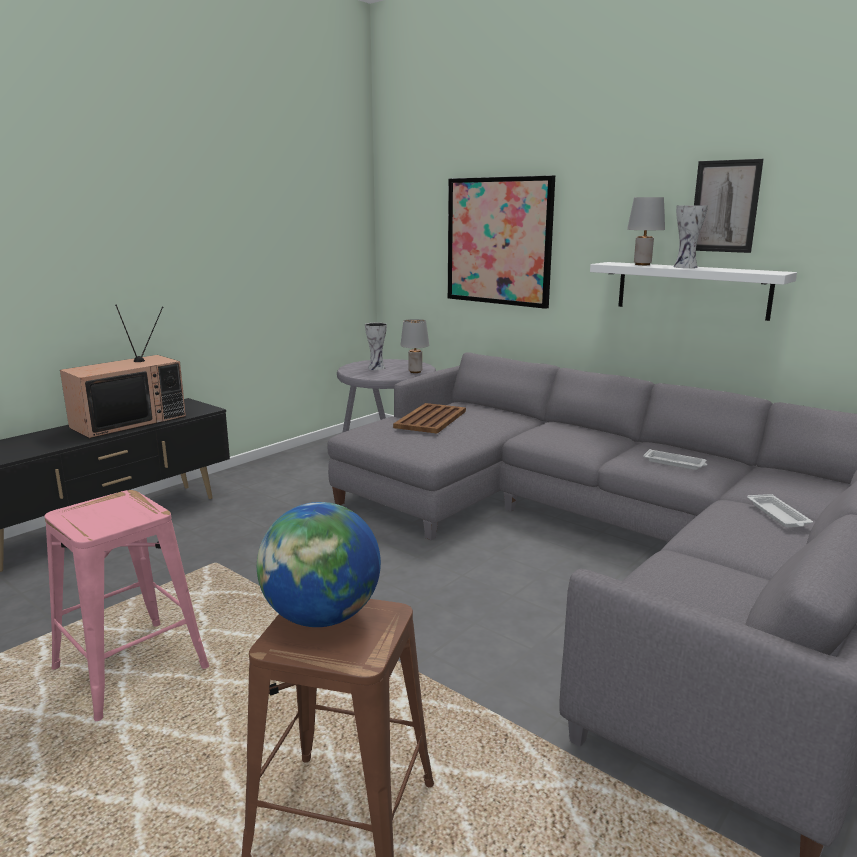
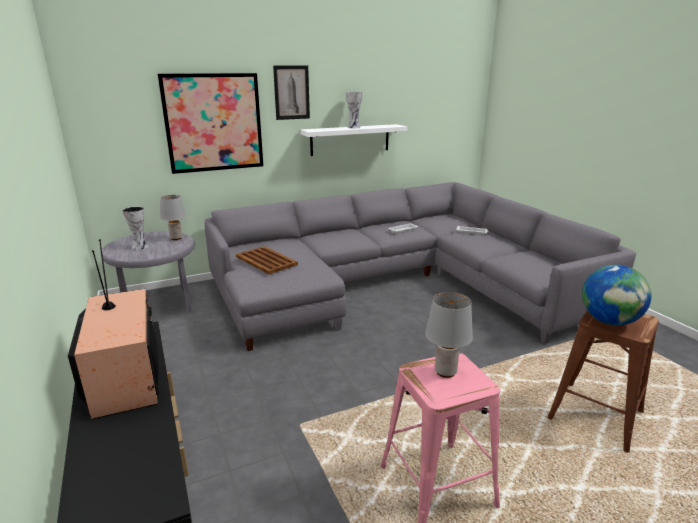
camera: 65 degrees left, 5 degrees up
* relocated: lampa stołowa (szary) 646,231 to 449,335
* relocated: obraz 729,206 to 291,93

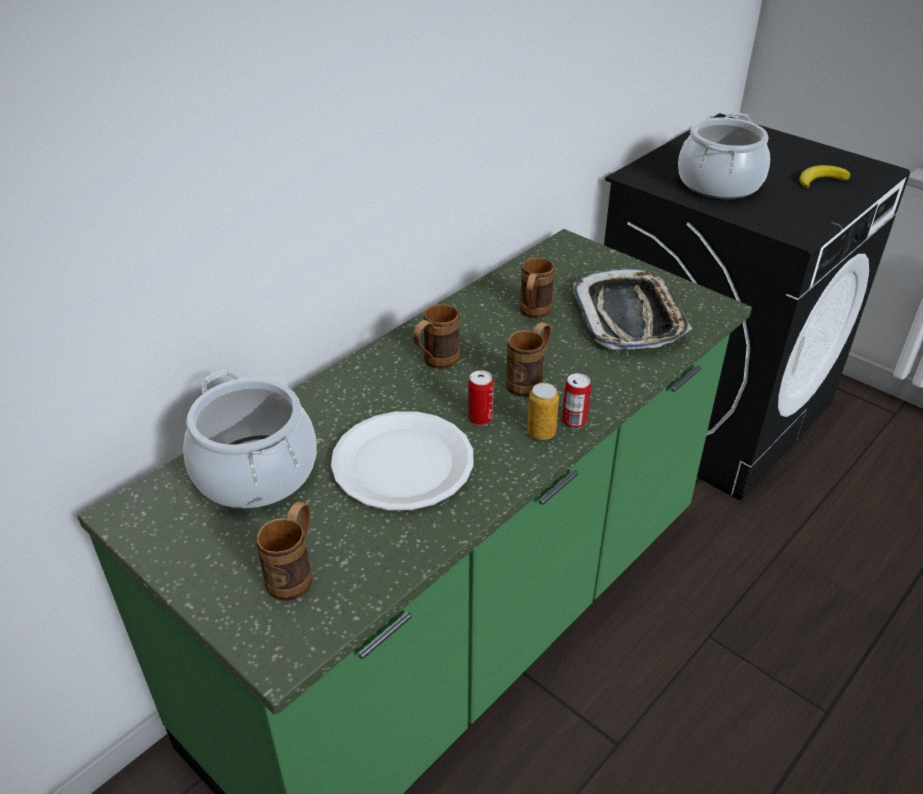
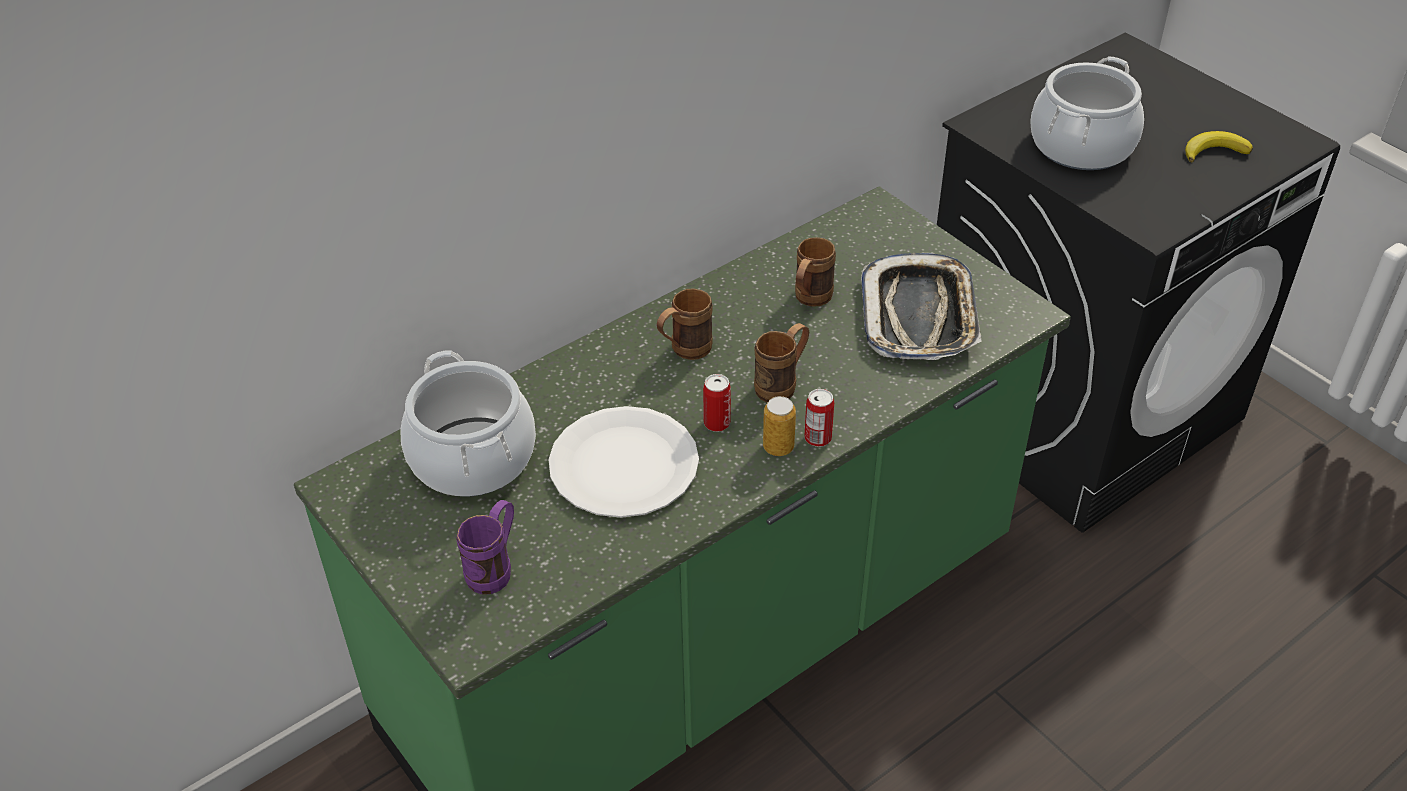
camera: 10 degrees right, 5 degrees up
* colour: kubek (brązowy) 284,551 to kubek (fioletowy) 485,547

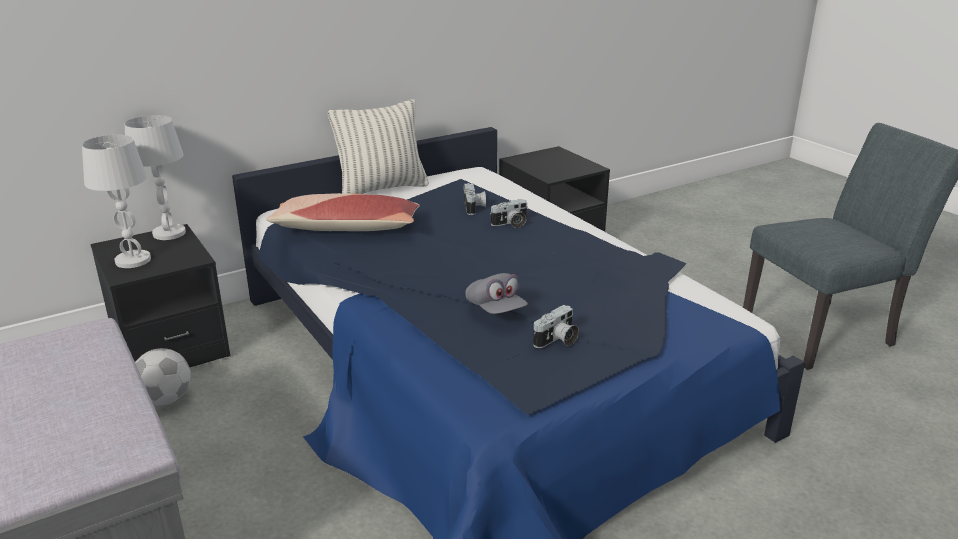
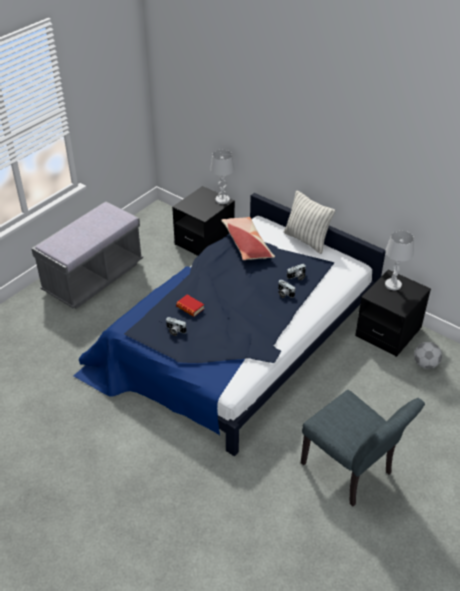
camera: 70 degrees right, 15 degrees up
* relocated: lampa stołowa (biały) 116,201 to 399,260
* relocated: piłka futbolowa 163,377 to 428,355
* exchanged: czapka z daszkiem (szary) 496,293 to książka 190,306

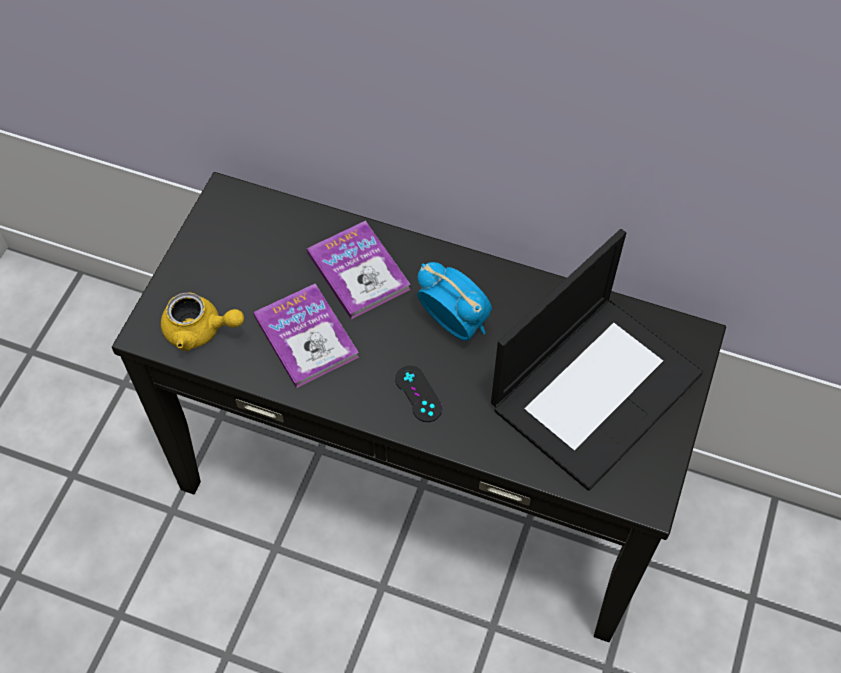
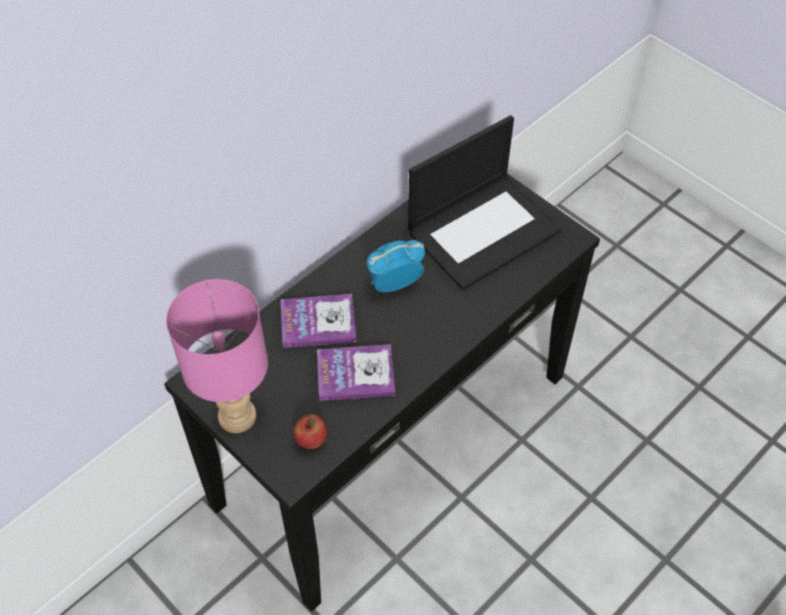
camera: 65 degrees left, 5 degrees down
* missing: pad do gier (czarny) 418,394
* appeared: lampa stołowa (różowy) 217,356
* exchanged: imbryk (żółty) 202,321 to jabłko 310,431
* spun: laptop 597,360 = 485,202 75 degrees clockwise

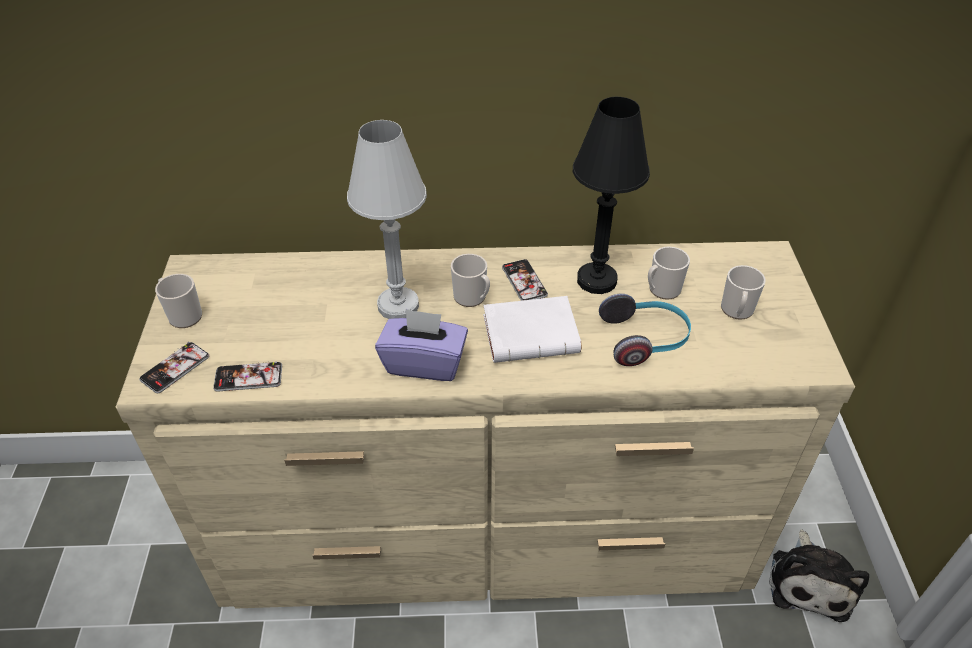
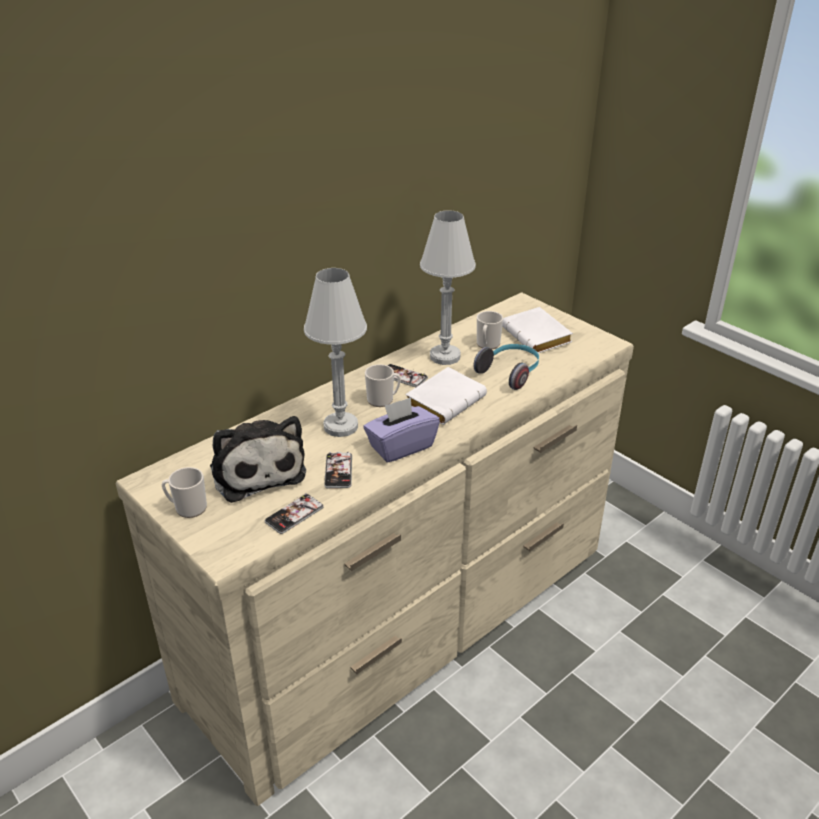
camera: 40 degrees left, 10 degrees down
* relocated: telefon 174,367 to 338,470
* relocated: pluszak 819,575 to 258,459
* exchanged: kubek 743,292 to książka (biały) 537,330
* colour: lampa stołowa (czarny) 611,195 to lampa stołowa (biały) 448,287

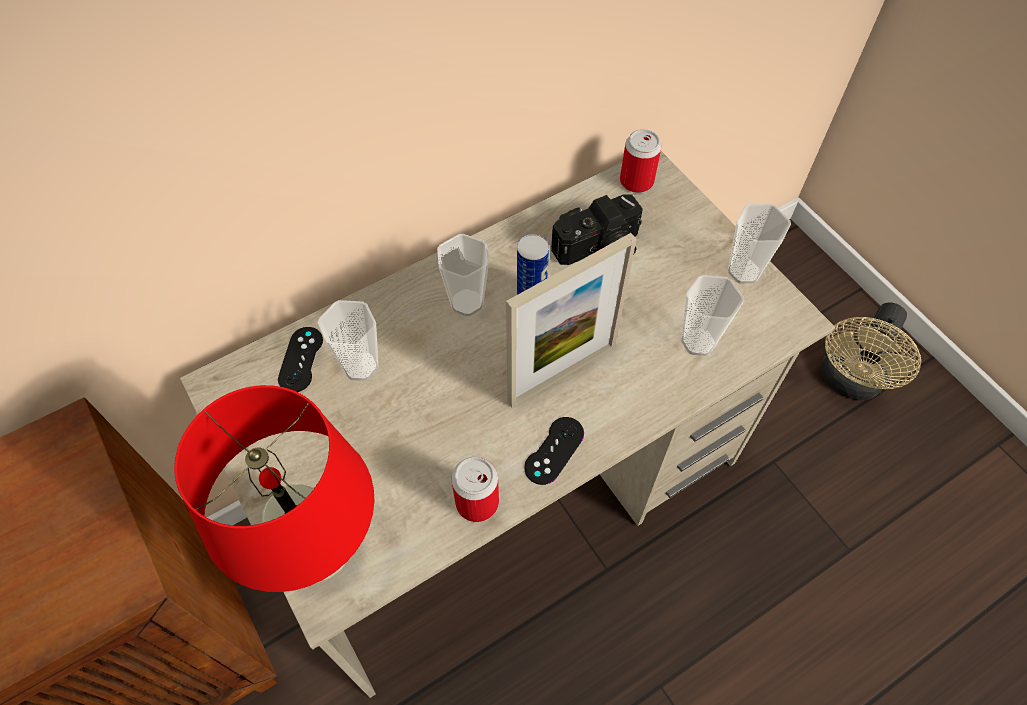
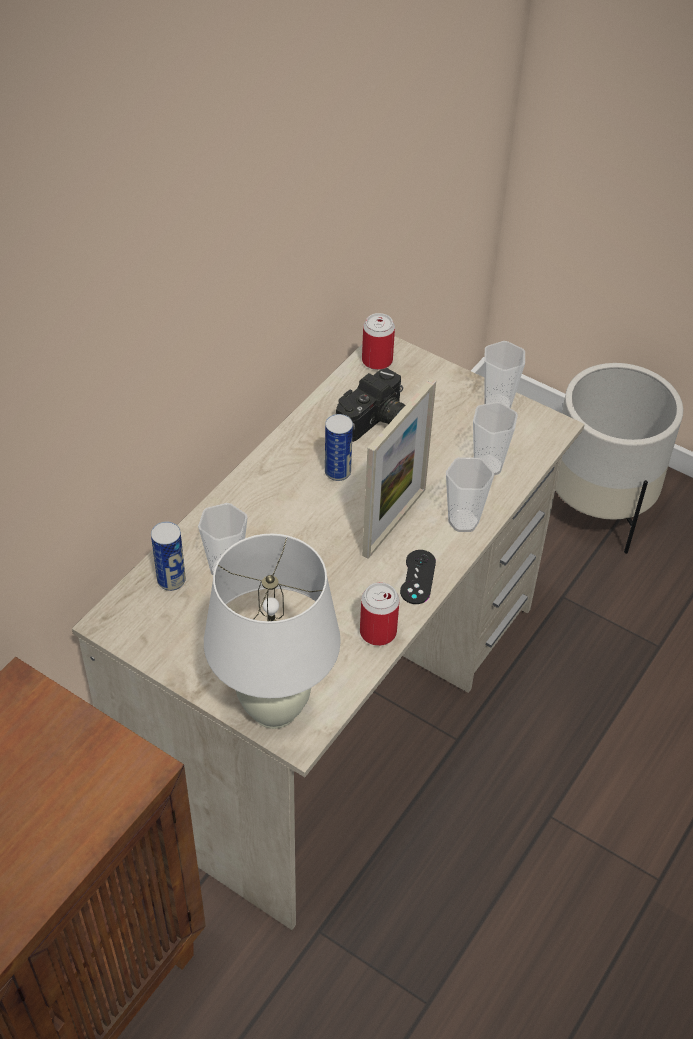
camera: 25 degrees left, 10 degrees down
* relocated: filiżanka 463,275 to 470,494
* exchanged: pad do gier (czarny) 300,359 to puszka 168,556
* exchanged: wentylator (beżowy) 871,351 to donica (biały) 619,458
* colour: lampa stołowa (czerwony) 274,488 to lampa stołowa (biały) 272,631

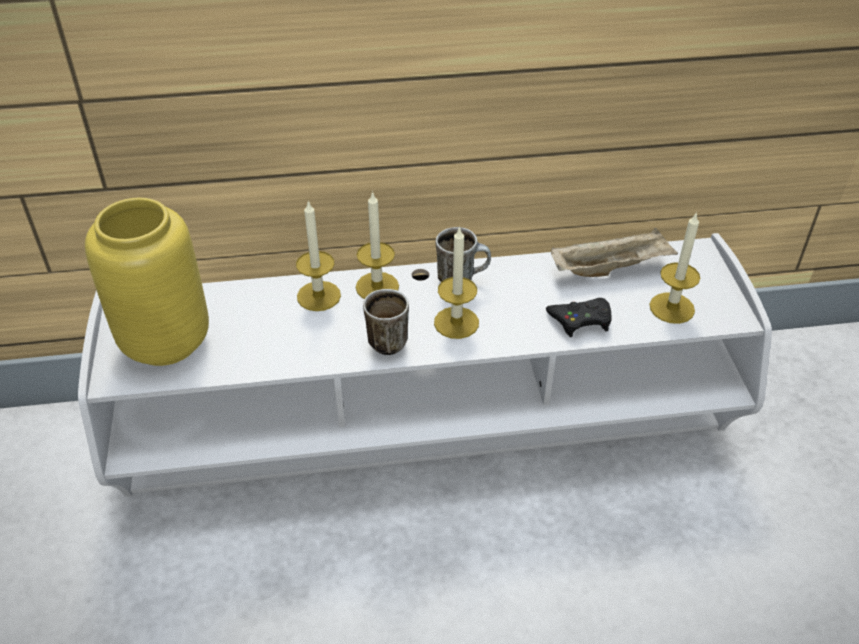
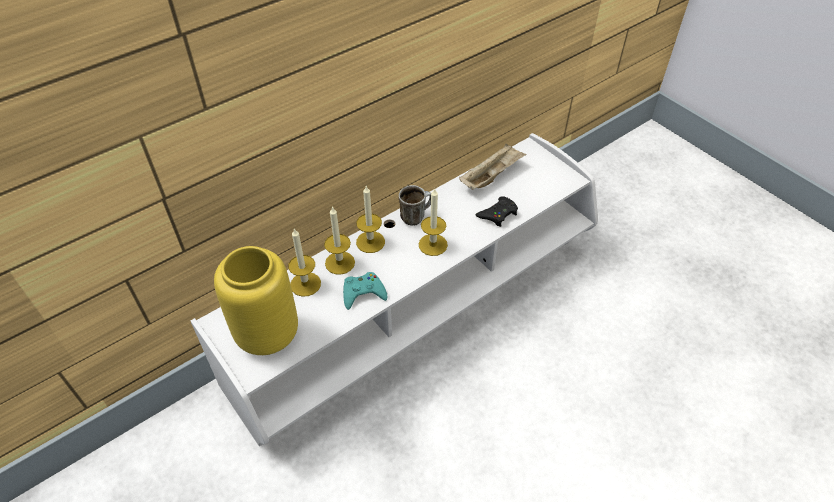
camera: 30 degrees left, 5 degrees up
* missing: kubek 386,322
* appeared: pad do gier (turkusowy) 365,291
* relocated: świeca 675,268 to 304,262

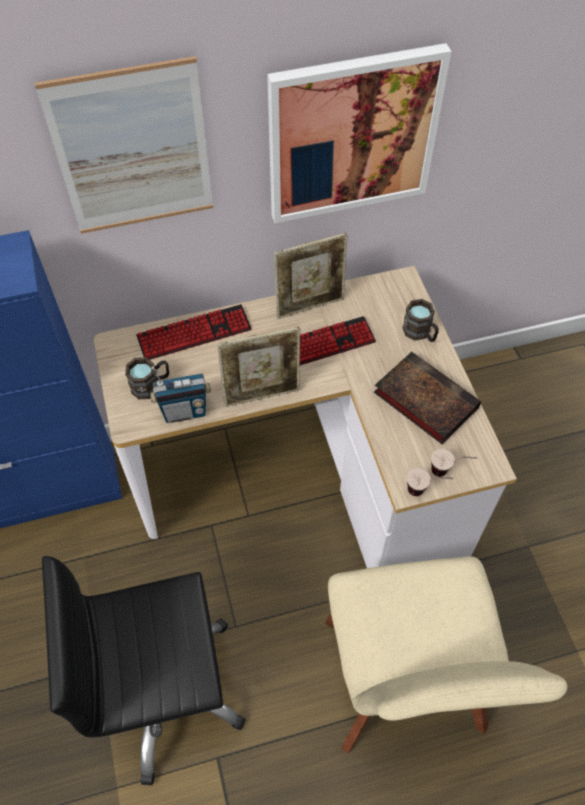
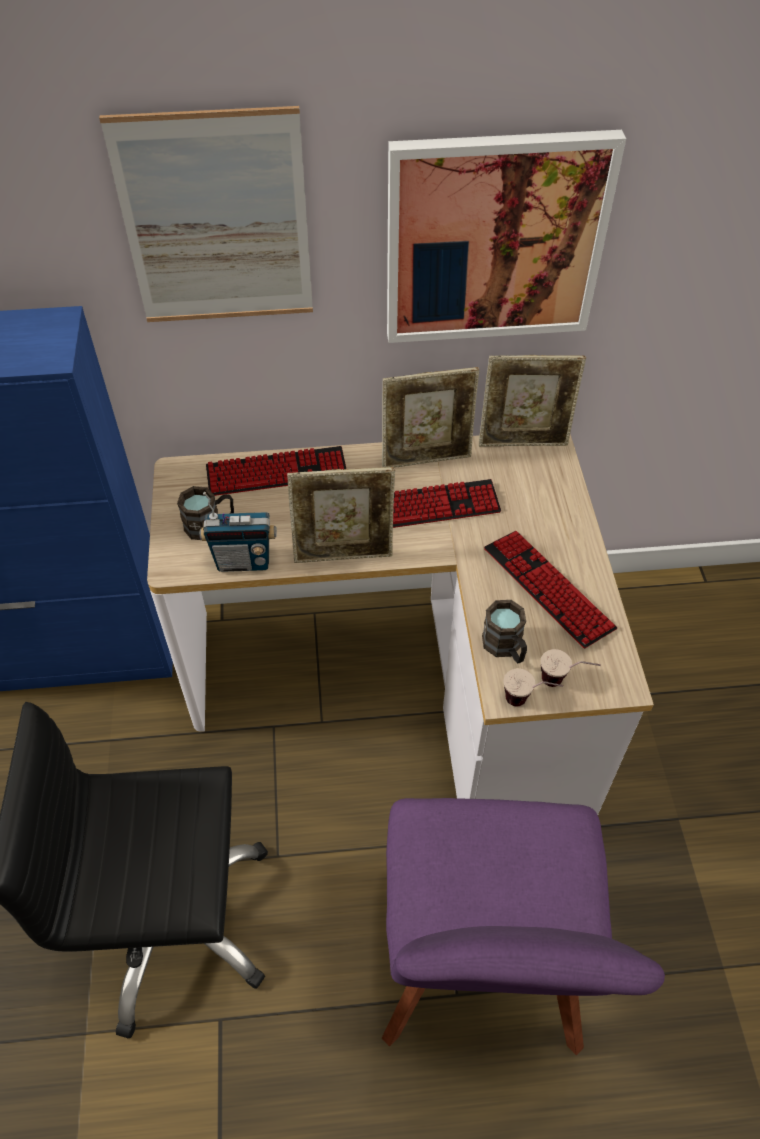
camera: 10 degrees right, 5 degrees down
* appeared: ramka na zdjęcie 532,401
* relocated: kubek (brązowy) 420,320 to 504,631
* exchanged: książka 427,398 to klawiatura 550,589
* colour: krzesło (beżowy) 447,654 to krzesło (fioletowy) 523,926

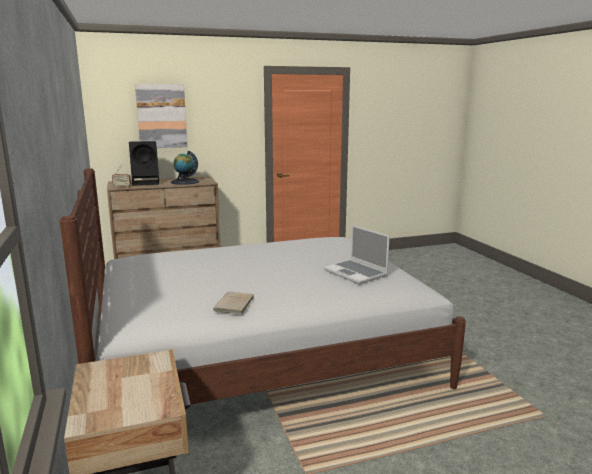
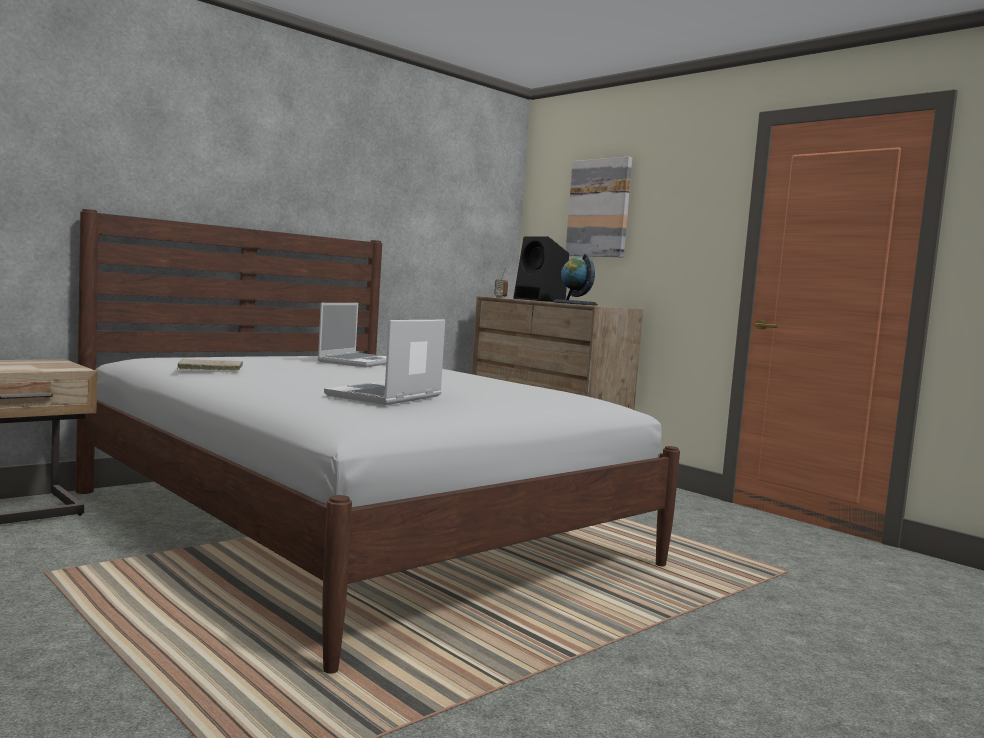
camera: 65 degrees right, 10 degrees down
* appeared: laptop 352,335

